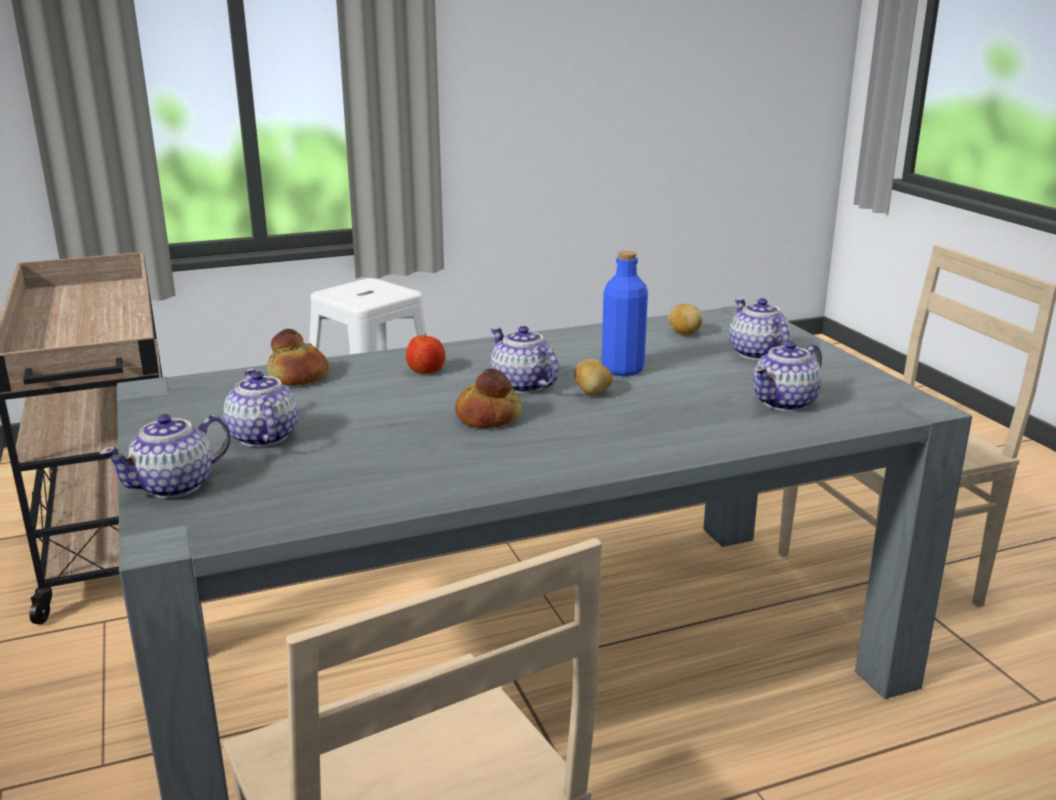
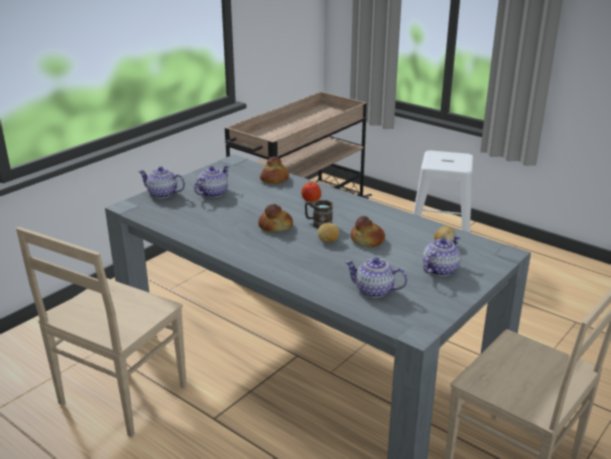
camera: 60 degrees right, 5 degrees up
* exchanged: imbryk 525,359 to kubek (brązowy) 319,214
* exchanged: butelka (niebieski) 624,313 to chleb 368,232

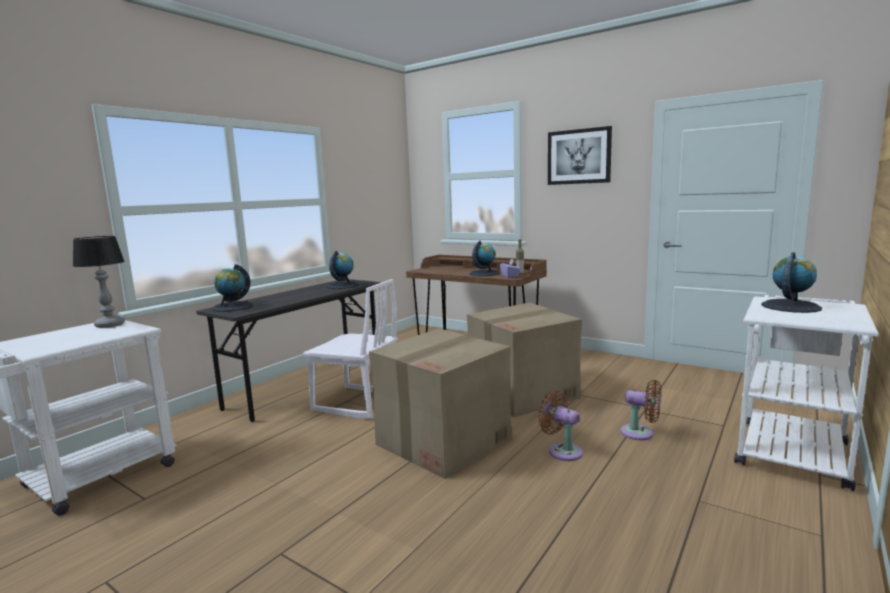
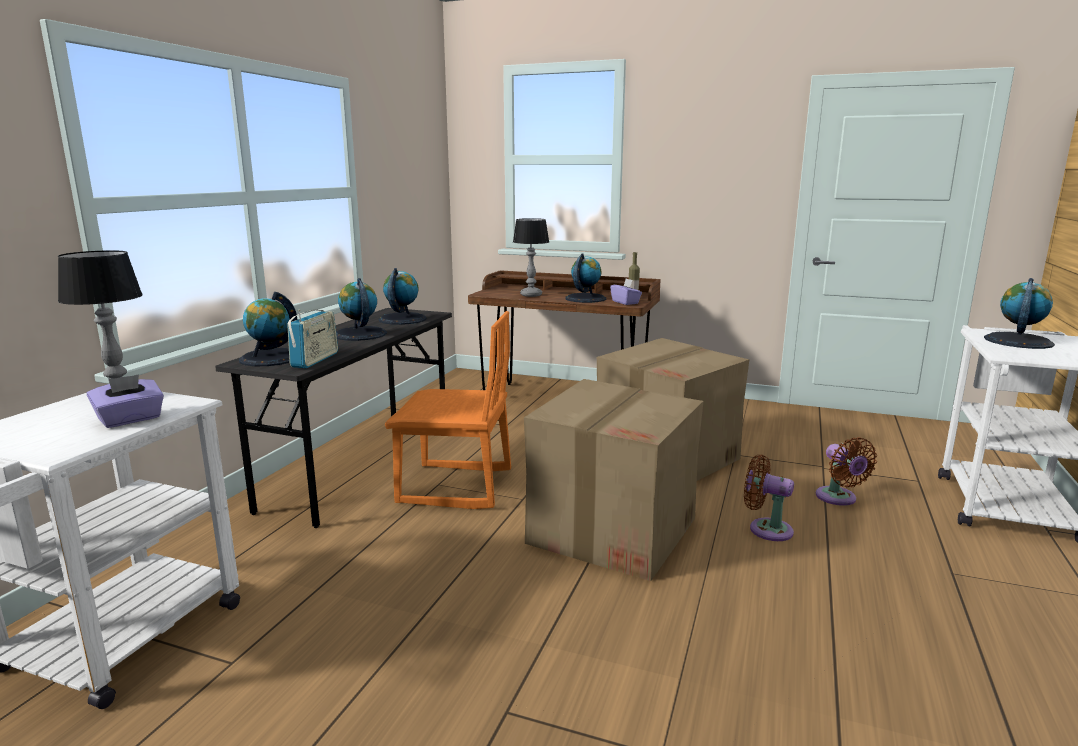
camera: 15 degrees left, 5 degrees up
* missing: obraz 580,155
* appeared: pudełko chusteczek (fioletowy) 125,401
* appeared: radio 312,339
* appeared: globus 361,309
* appeared: lampa stołowa 531,257
* colour: krzesło (biały) 350,349 to krzesło (pomarańczowy) 448,410
* spun: wentylator (brązowy) 640,410 = 846,471 60 degrees clockwise

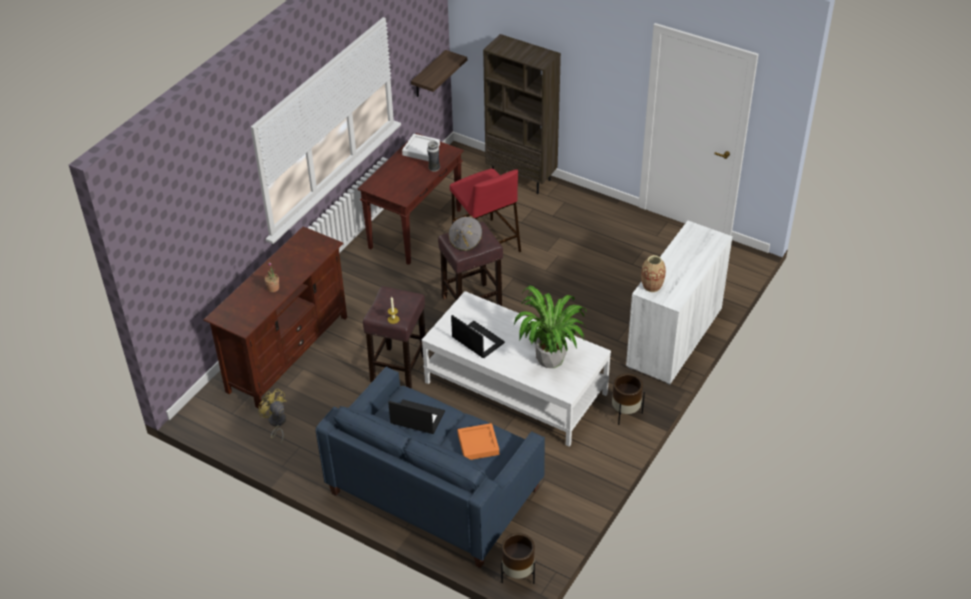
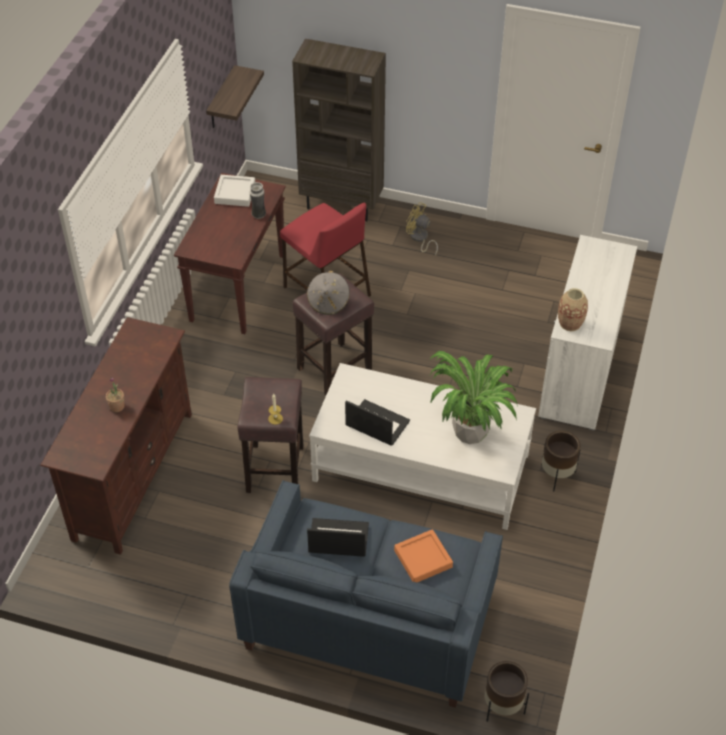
camera: 15 degrees left, 5 degrees up
* relocated: wentylator (żółty) 272,416 to 422,229

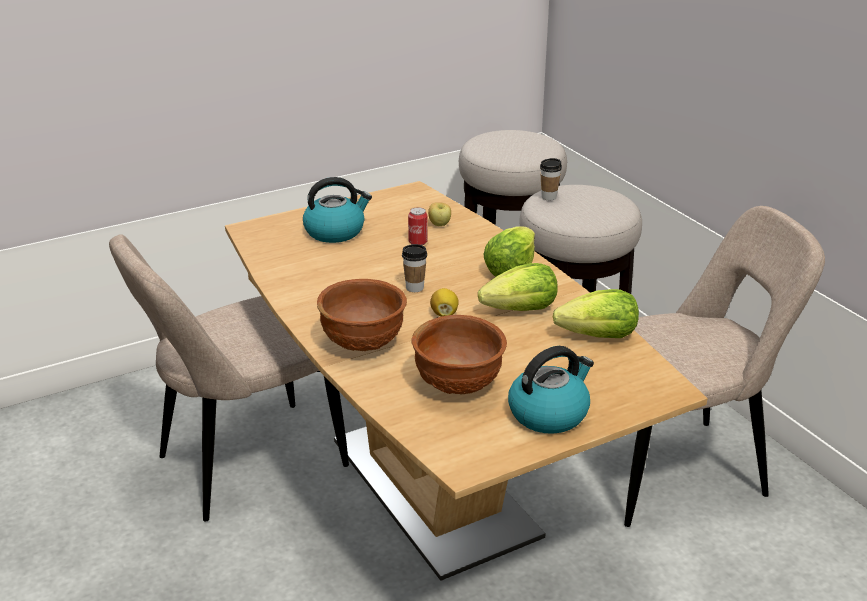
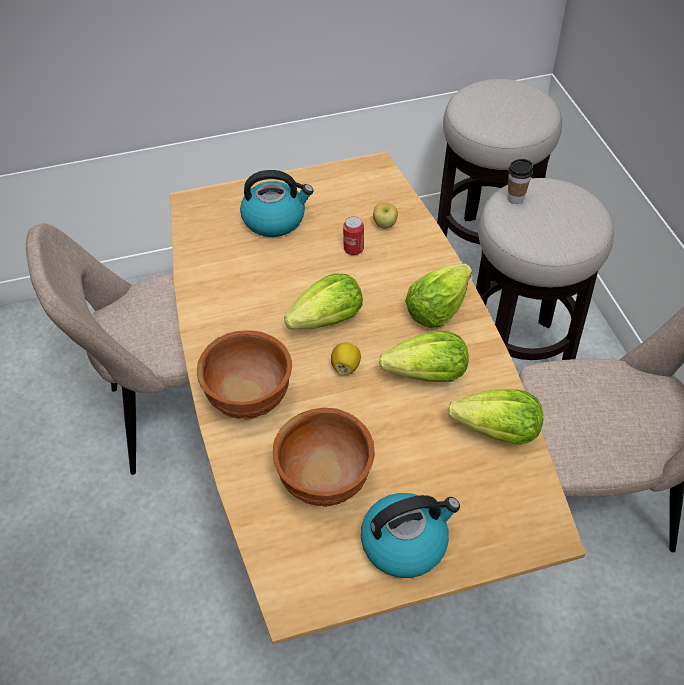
camera: 15 degrees right, 20 degrees up
* exchanged: filiżanka 414,268 to sałata 323,301

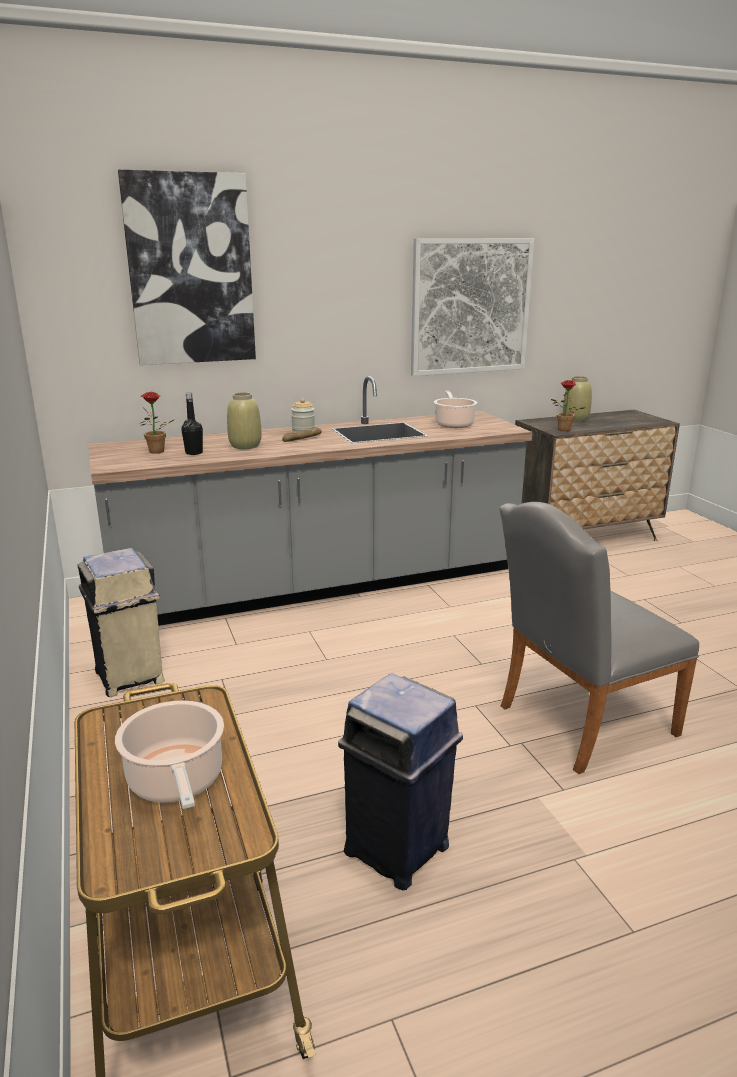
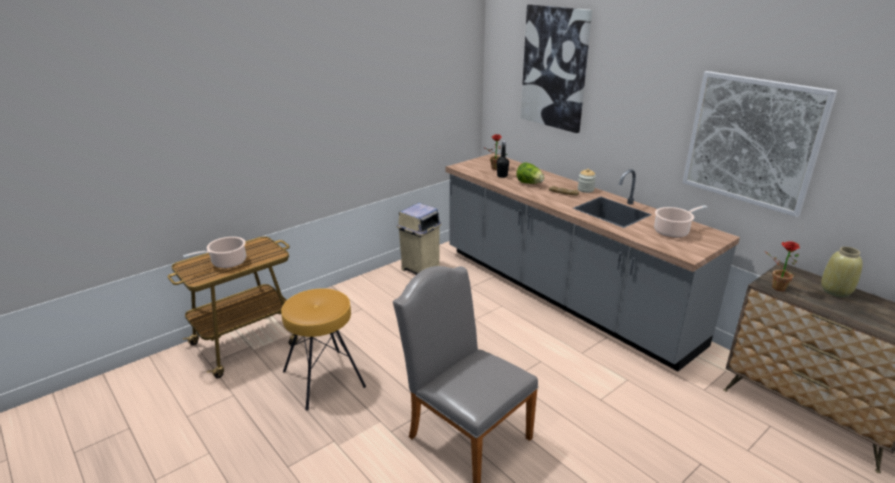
camera: 70 degrees right, 5 degrees up
* exchanged: wazon (beżowy) 244,420 to sałata 530,173
* exchanged: kosz na śmieci (niebieski) 400,781 to stołek (brązowy) 323,350

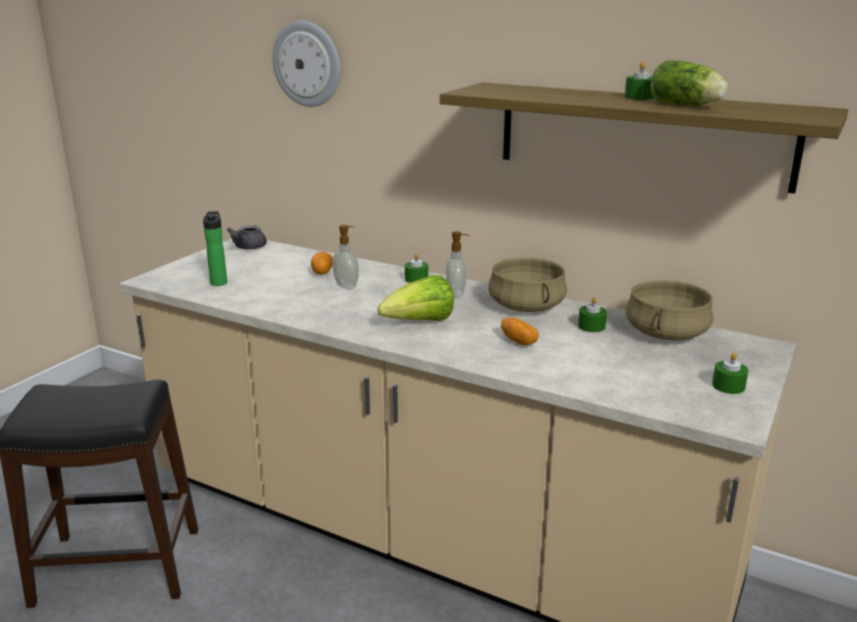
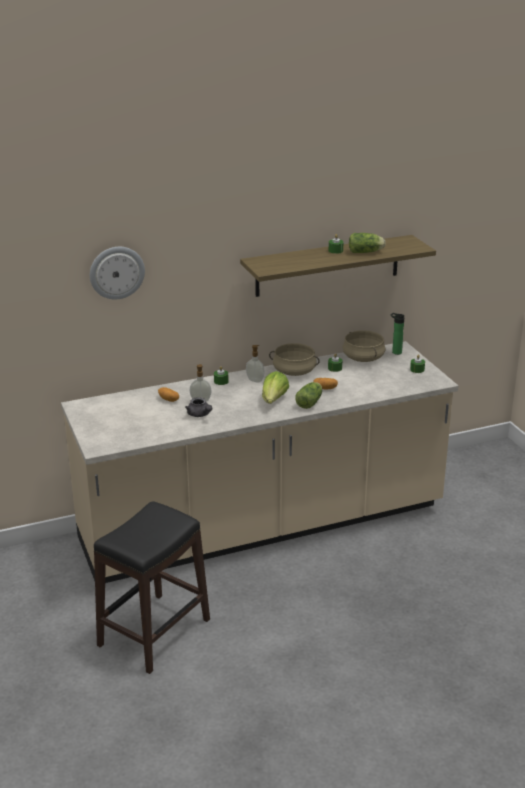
camera: 50 degrees left, 5 degrees up
* appeared: sałata 308,395
* relocated: butelka 215,248 to 397,334
* relocated: imbryk (szary) 246,237 to 198,407

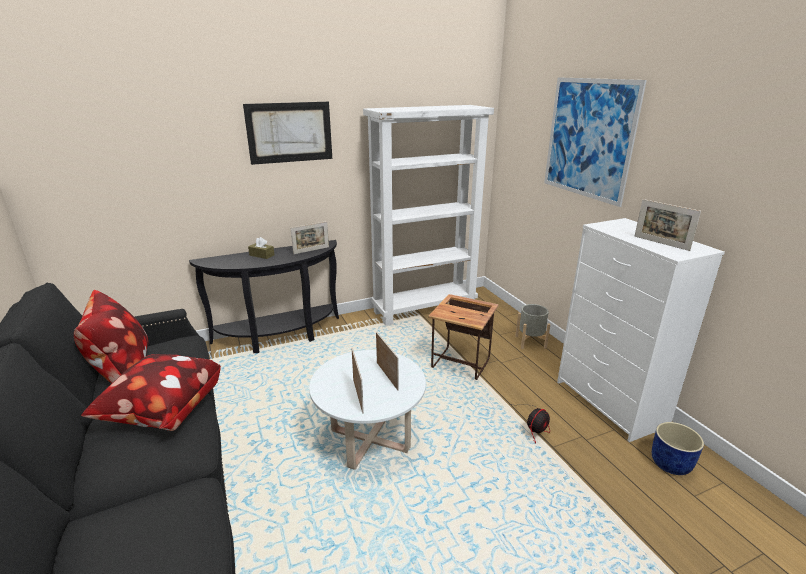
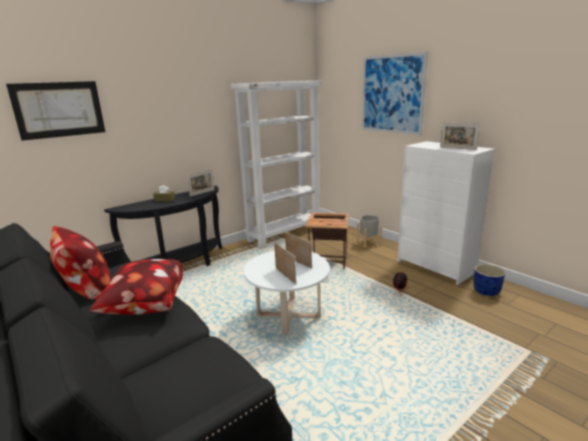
camera: 15 degrees left, 5 degrees down
* relocated: obraz 287,133 to 55,111

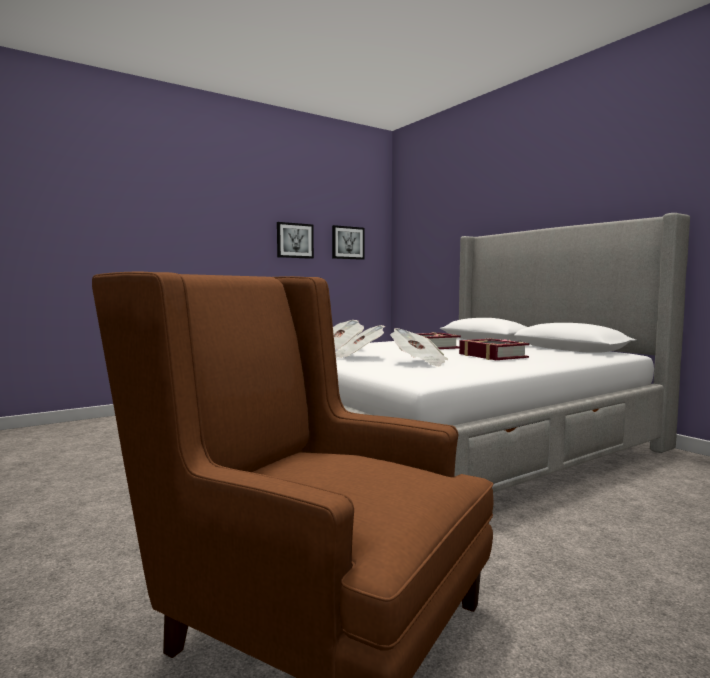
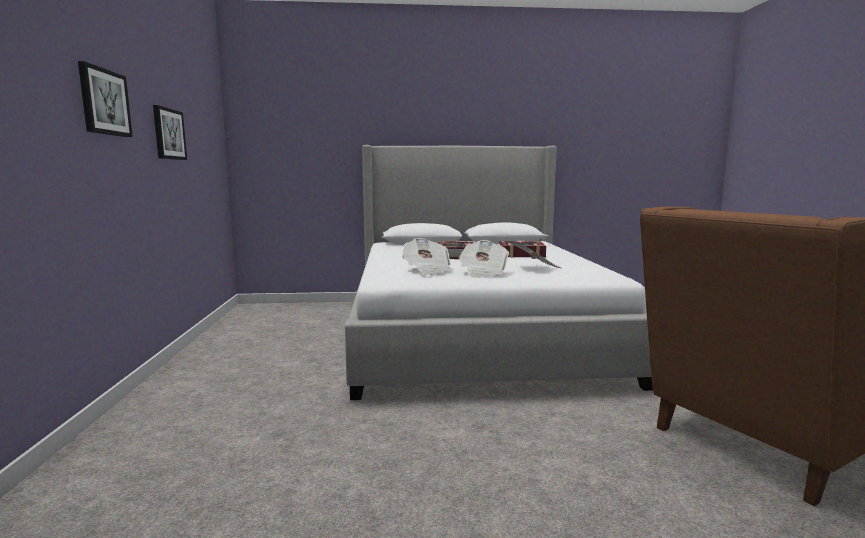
camera: 60 degrees left, 5 degrees up
* relocated: obraz 348,242 to 105,99

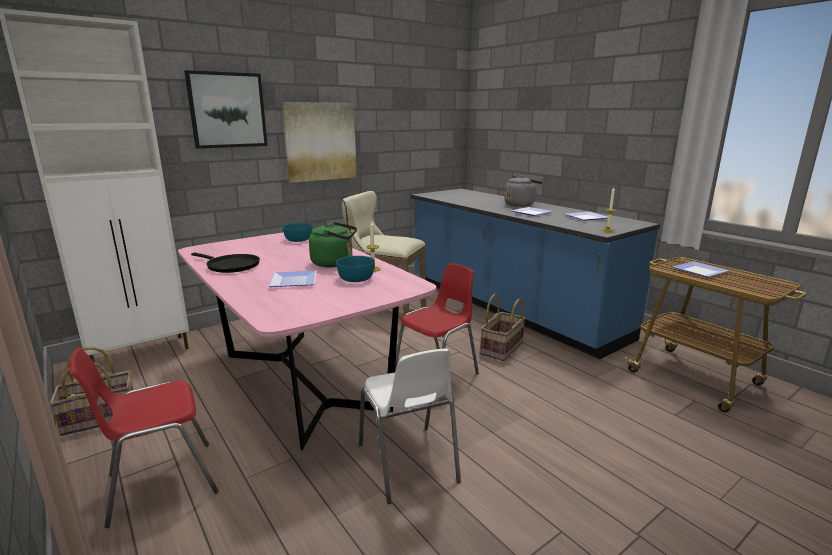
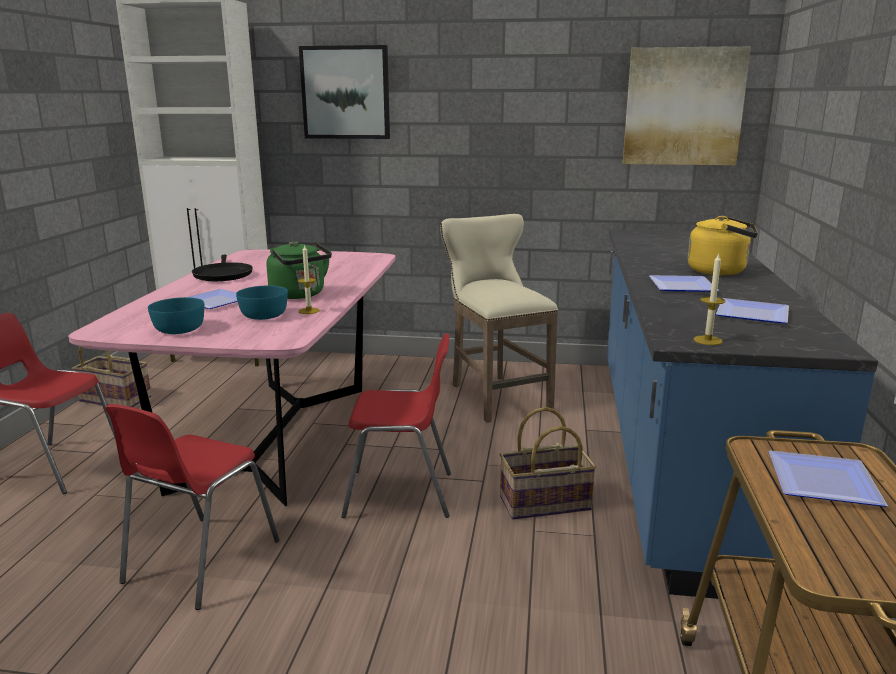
camera: 45 degrees right, 0 degrees up
* relocated: obraz 319,142 to 687,105
* relocated: miska (turkusowy) 297,232 to 176,315
* colour: krzesło (biały) 410,426 to krzesło (czerwony) 192,507
* colour: czajnik (szary) 523,191 to czajnik (żółty) 723,246

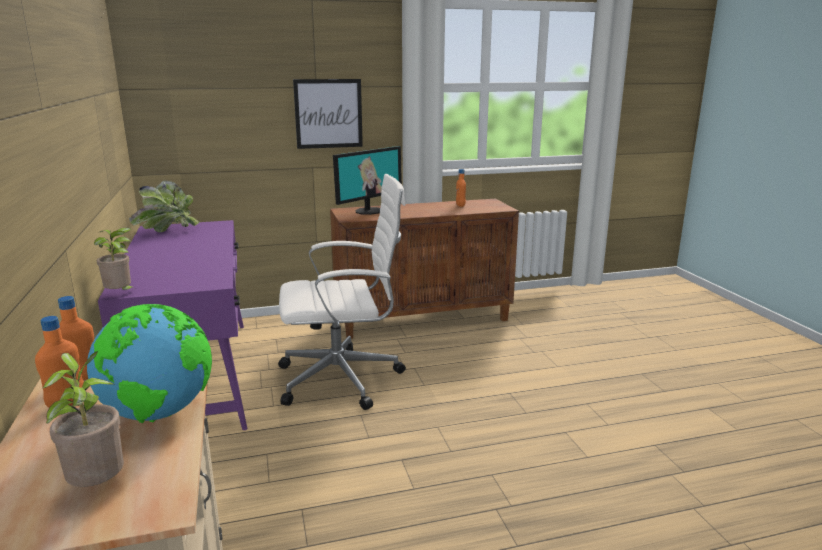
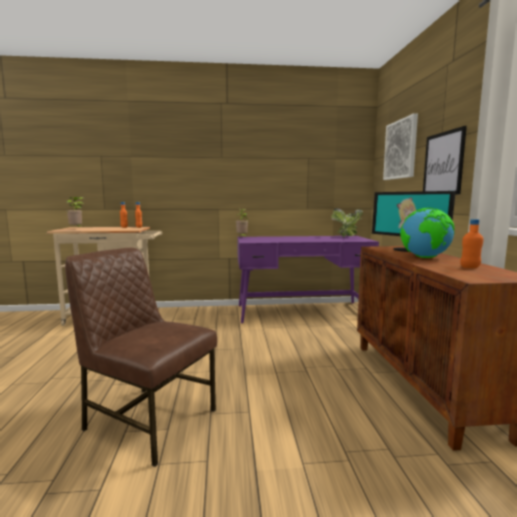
camera: 100 degrees right, 10 degrees down
* missing: krzesło biurowe (biały) 342,292
* appeared: krzesło (brązowy) 141,357
* appeared: obraz 400,146
* relocated: globus 149,363 to 427,233

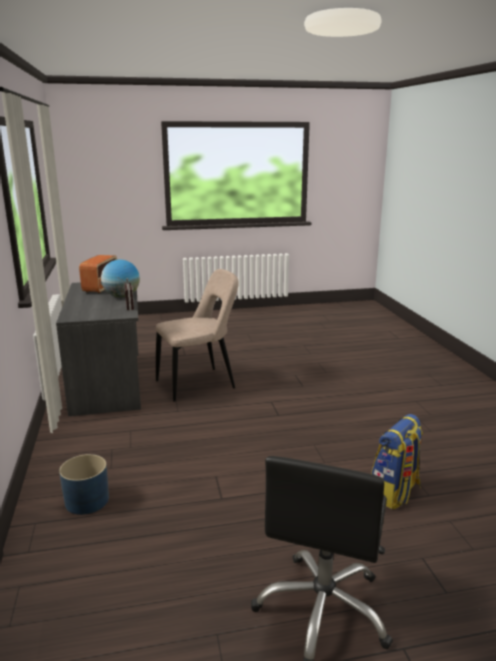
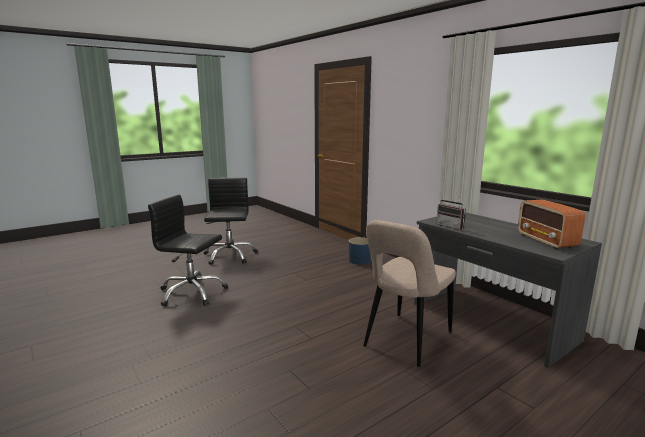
camera: 155 degrees right, 5 degrees down
* missing: globus 120,278
* exchanged: plecak 397,461 to krzesło biurowe (czarny) 188,250

